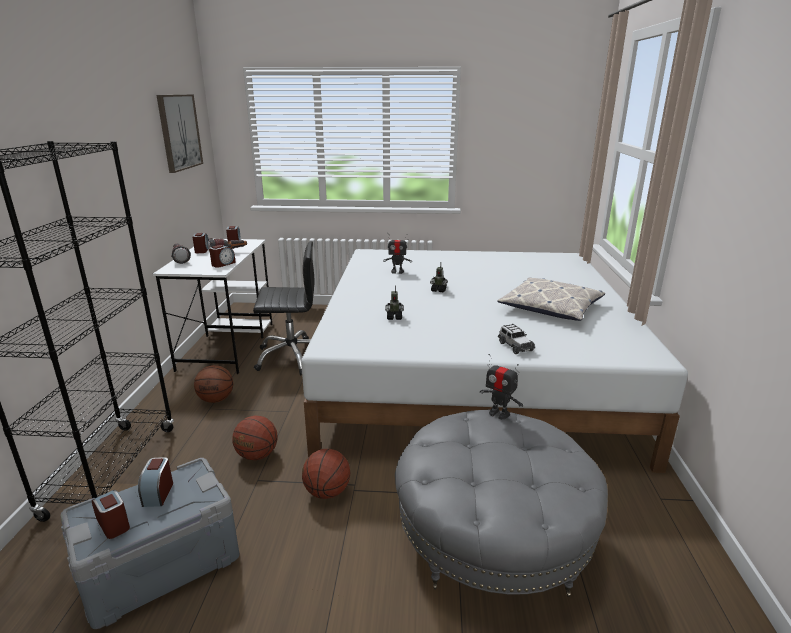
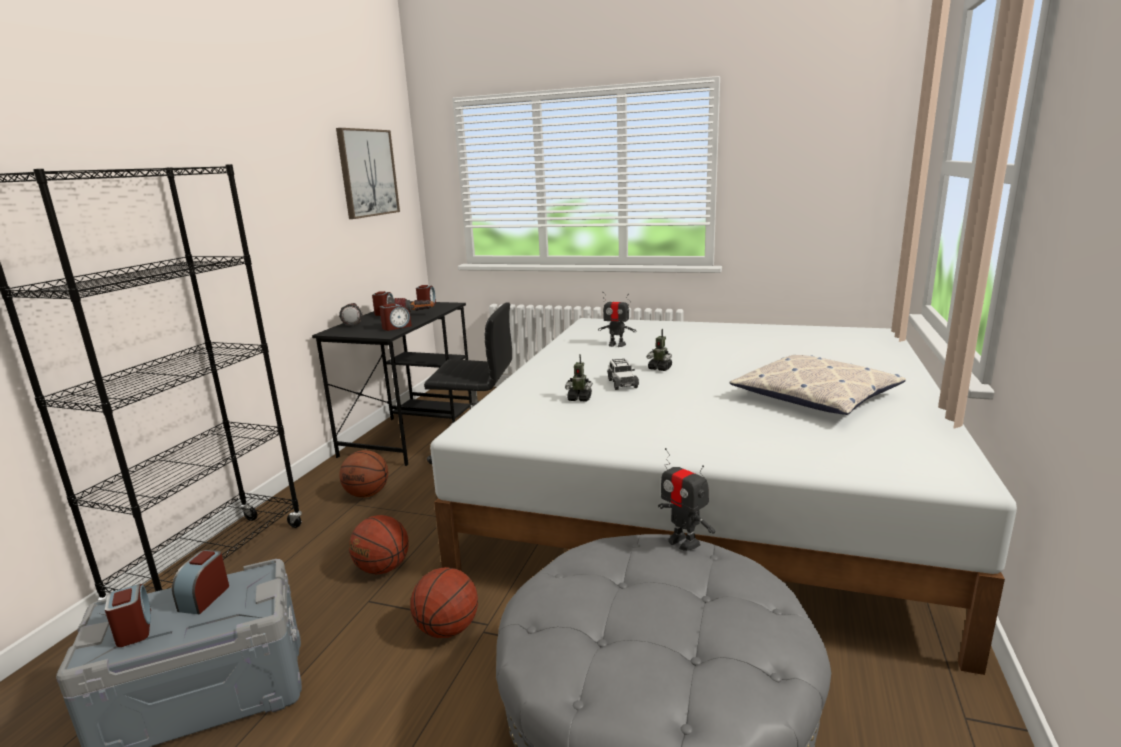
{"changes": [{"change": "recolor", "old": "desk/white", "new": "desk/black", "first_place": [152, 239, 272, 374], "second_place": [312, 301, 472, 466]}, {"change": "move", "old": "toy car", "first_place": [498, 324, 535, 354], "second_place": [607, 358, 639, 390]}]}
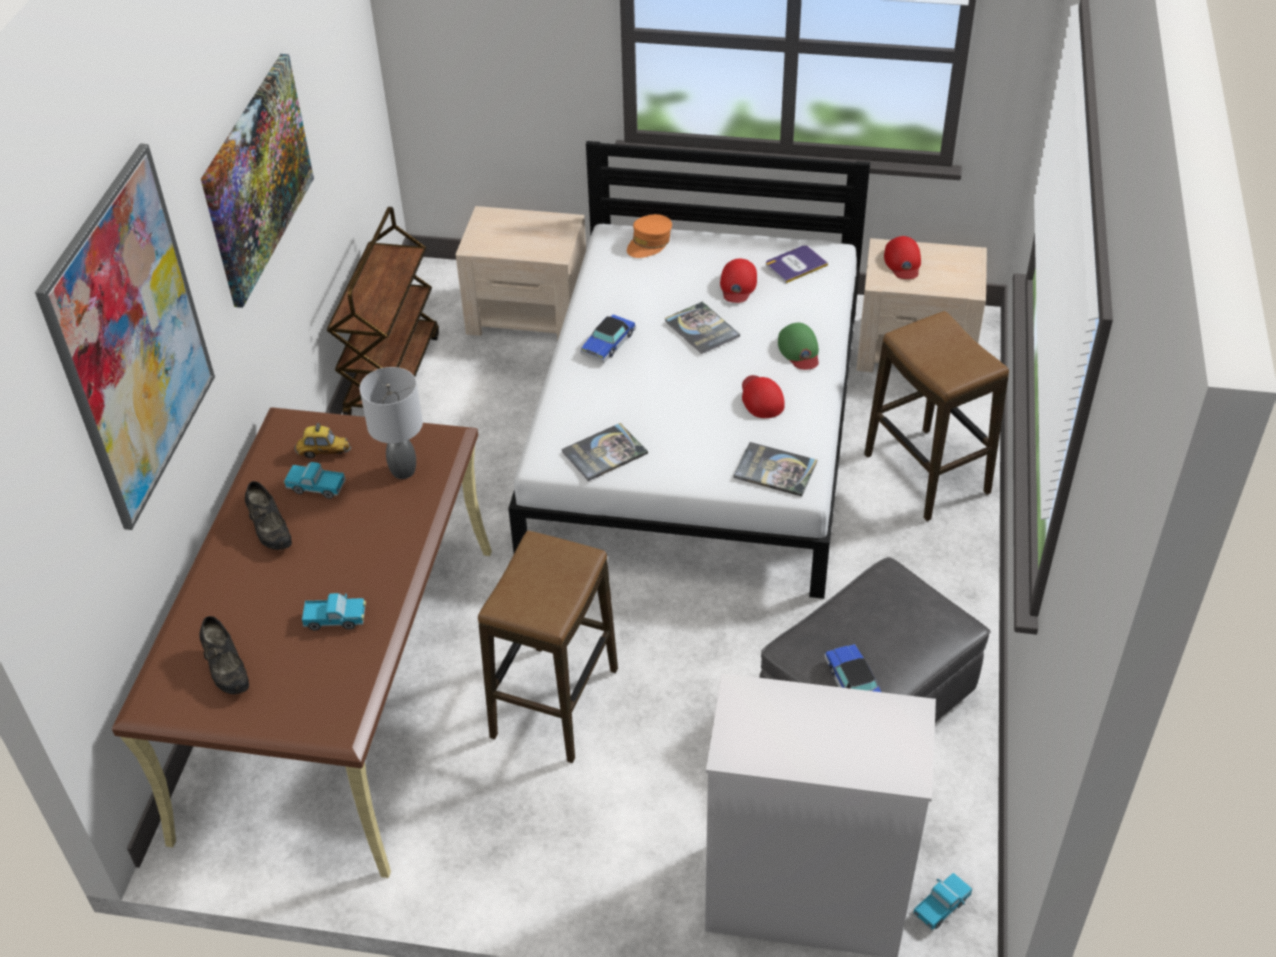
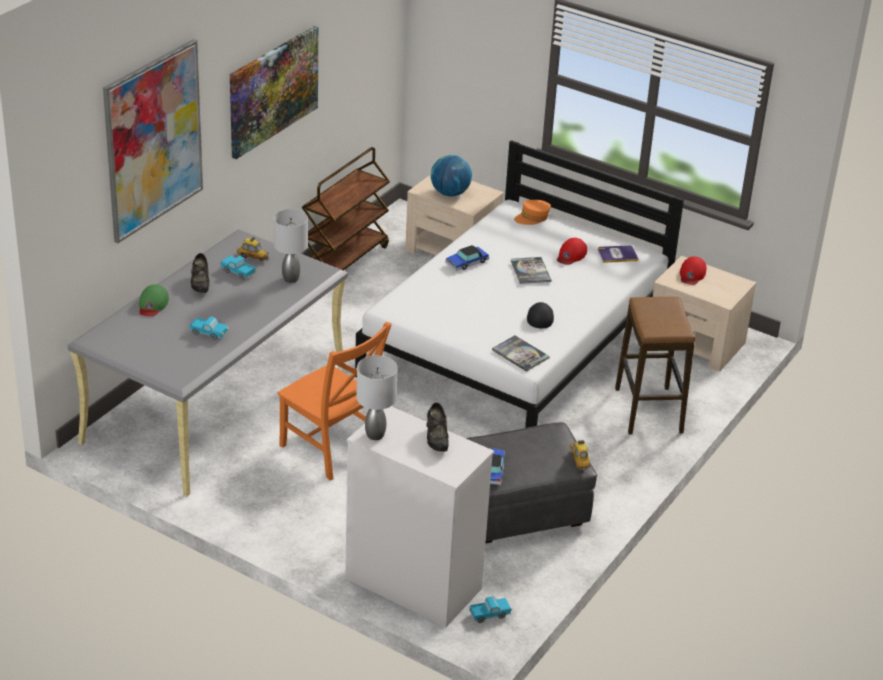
{"changes": [{"change": "move", "old": "cap/green", "first_place": [778, 323, 819, 370], "second_place": [139, 284, 169, 316]}, {"change": "recolor", "old": "cap/red", "new": "cap/black", "first_place": [742, 375, 785, 418], "second_place": [527, 302, 554, 328]}, {"change": "recolor", "old": "desk/brown", "new": "desk/grey", "first_place": [112, 407, 492, 878], "second_place": [68, 229, 348, 496]}, {"change": "delete", "old": "book", "first_place": [561, 423, 648, 481]}, {"change": "replace", "old": "stool", "new": "chair/orange", "first_place": [478, 531, 618, 763], "second_place": [278, 322, 392, 480]}, {"change": "move", "old": "shoe/black", "first_place": [199, 616, 249, 694], "second_place": [426, 403, 449, 452]}, {"change": "insert", "new": "globe", "second_place": [431, 155, 472, 196]}, {"change": "insert", "new": "table lamp/grey", "second_place": [356, 356, 398, 440]}, {"change": "insert", "new": "toy car", "second_place": [570, 440, 590, 471]}]}
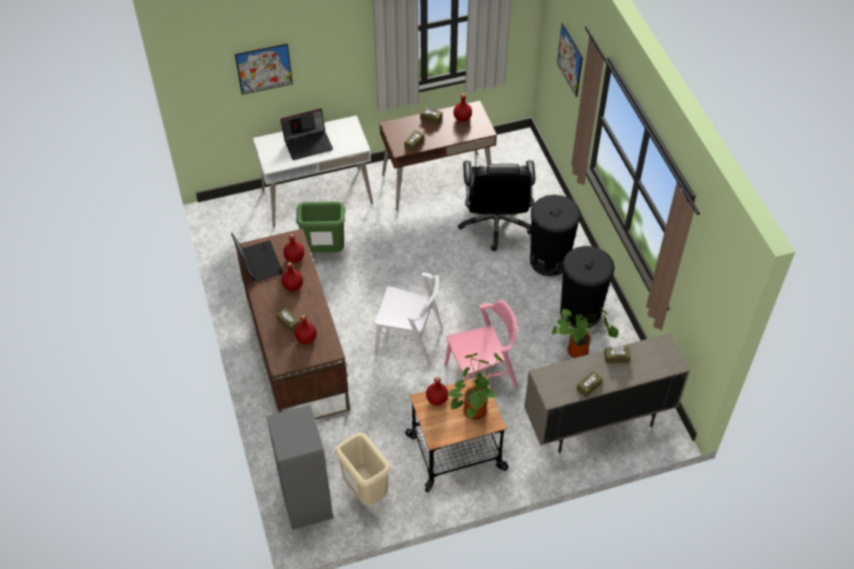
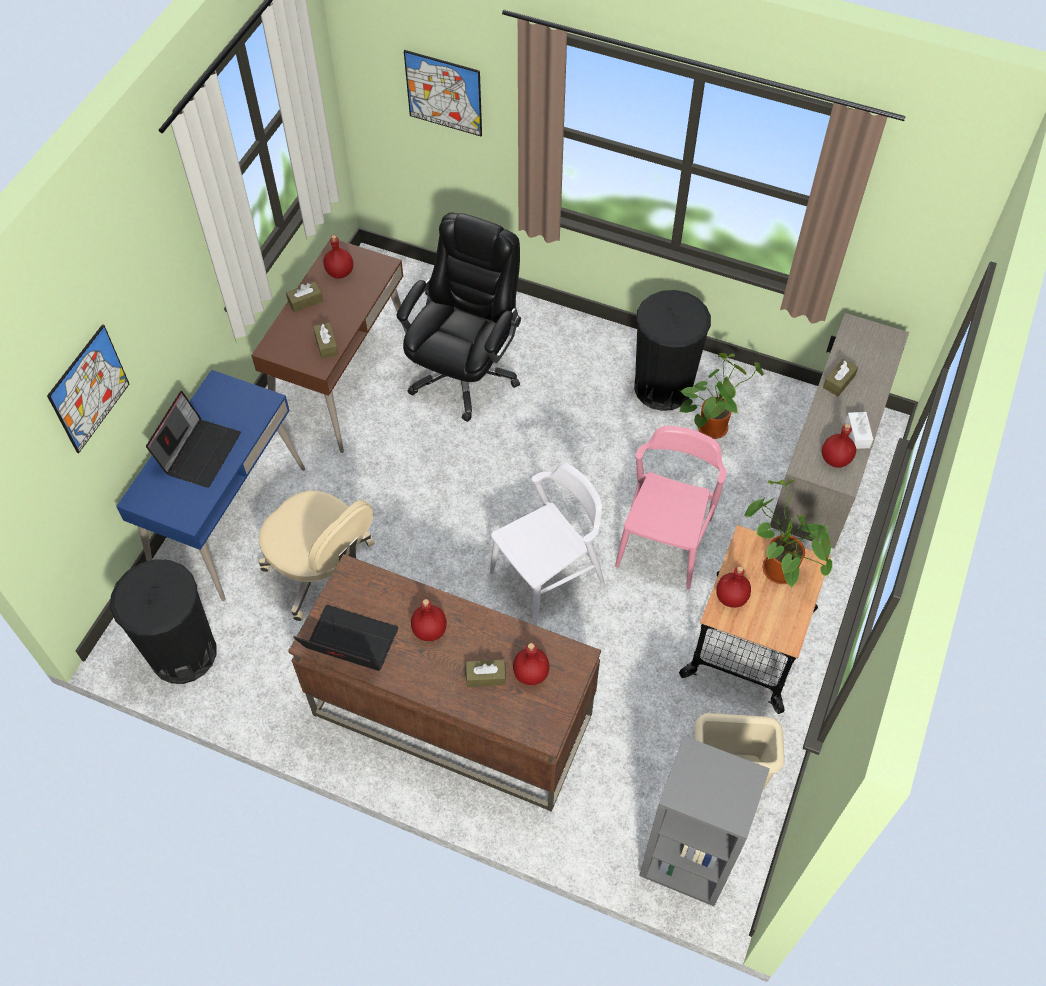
{"changes": [{"change": "recolor", "old": "desk/white", "new": "desk/blue", "first_place": [253, 115, 373, 227], "second_place": [116, 370, 305, 601]}, {"change": "rotate", "old": "office chair/black", "first_place": [458, 160, 535, 251], "second_place": [397, 212, 521, 422], "degrees": -105}, {"change": "move", "old": "trash can/black", "first_place": [530, 195, 581, 276], "second_place": [110, 559, 217, 684]}, {"change": "replace", "old": "trash can/green", "new": "office chair/beige", "first_place": [296, 201, 345, 253], "second_place": [259, 491, 375, 621]}, {"change": "move", "old": "bottle/red", "first_place": [284, 233, 304, 263], "second_place": [822, 424, 856, 468]}, {"change": "recolor", "old": "tissue box/brown", "new": "tissue box/white", "first_place": [576, 371, 603, 398], "second_place": [845, 412, 873, 449]}]}
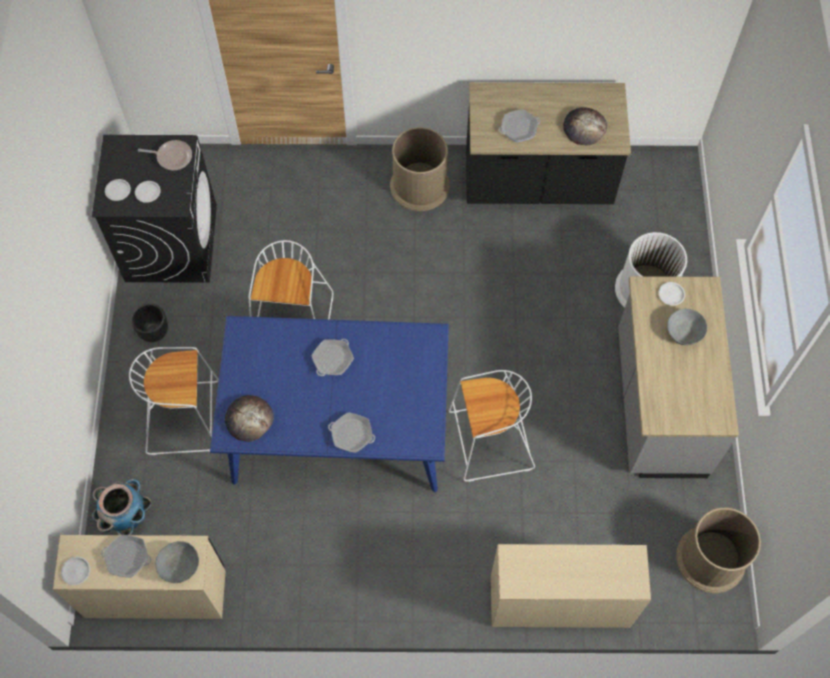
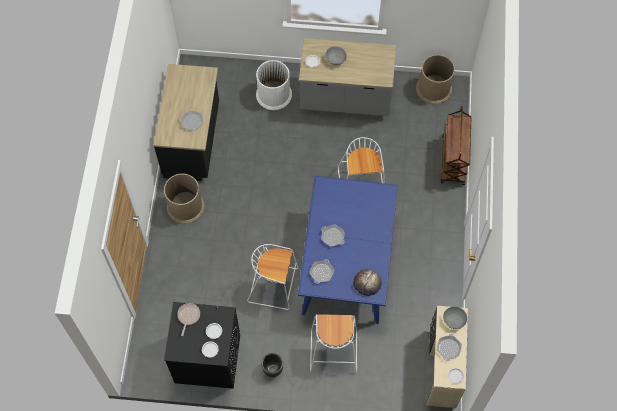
{"changes": [{"change": "delete", "old": "bread", "first_place": [563, 107, 607, 146]}, {"change": "move", "old": "frying pan", "first_place": [328, 412, 375, 453], "second_place": [309, 259, 334, 284]}, {"change": "delete", "old": "planter", "first_place": [92, 479, 151, 535]}, {"change": "replace", "old": "desk/beige", "new": "cart/brown", "first_place": [491, 544, 651, 628], "second_place": [441, 106, 471, 185]}]}
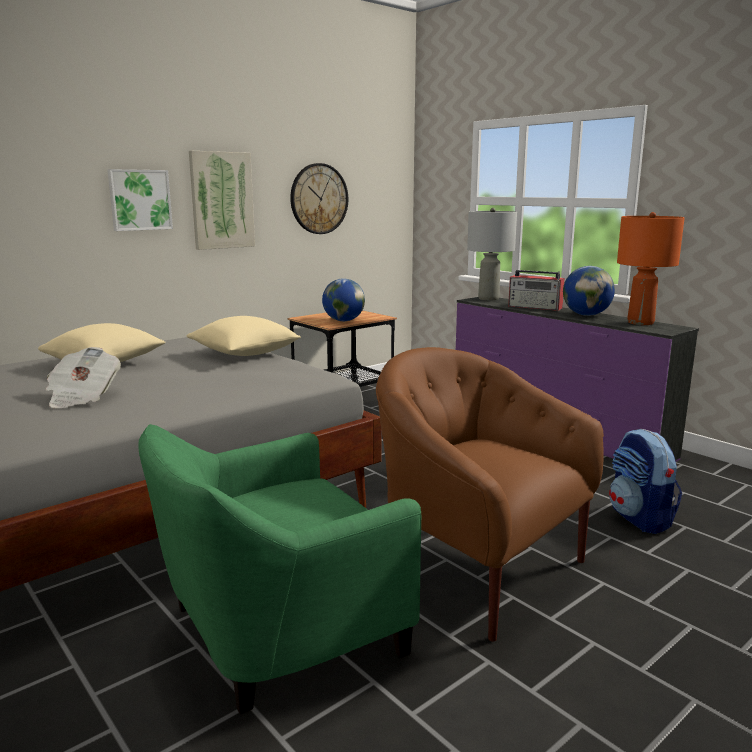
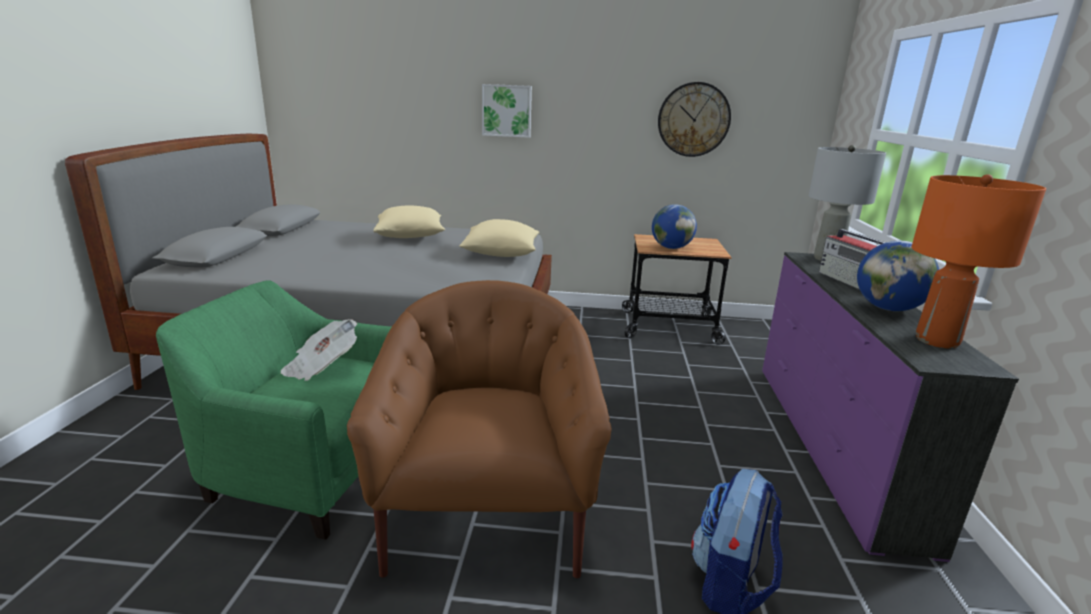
{"changes": [{"change": "delete", "old": "picture", "first_place": [189, 151, 255, 250]}, {"change": "move", "old": "newspaper", "first_place": [46, 347, 121, 408], "second_place": [281, 319, 357, 381]}]}
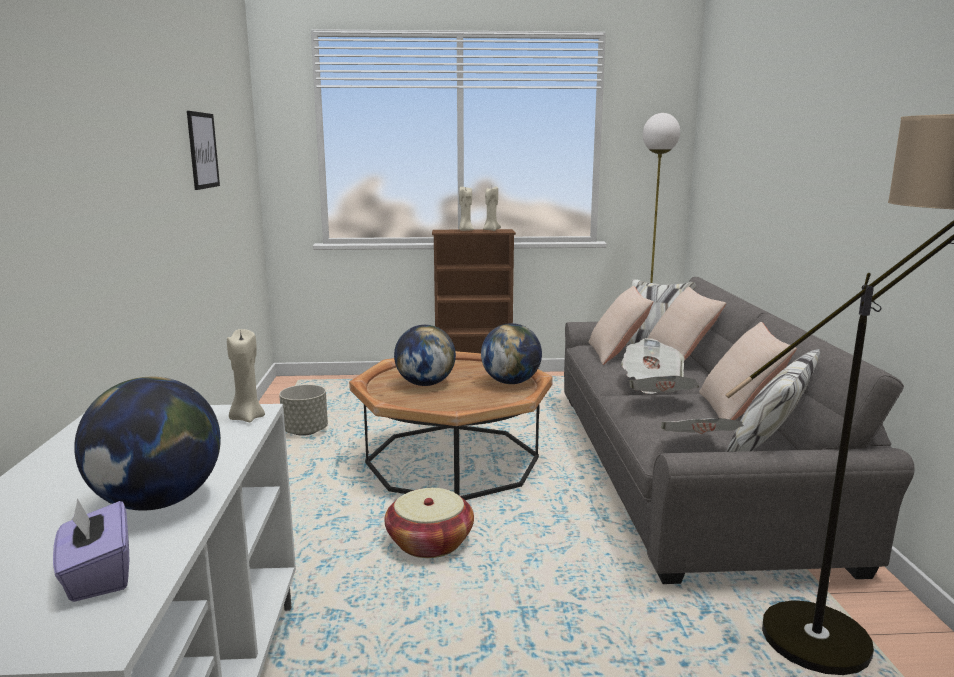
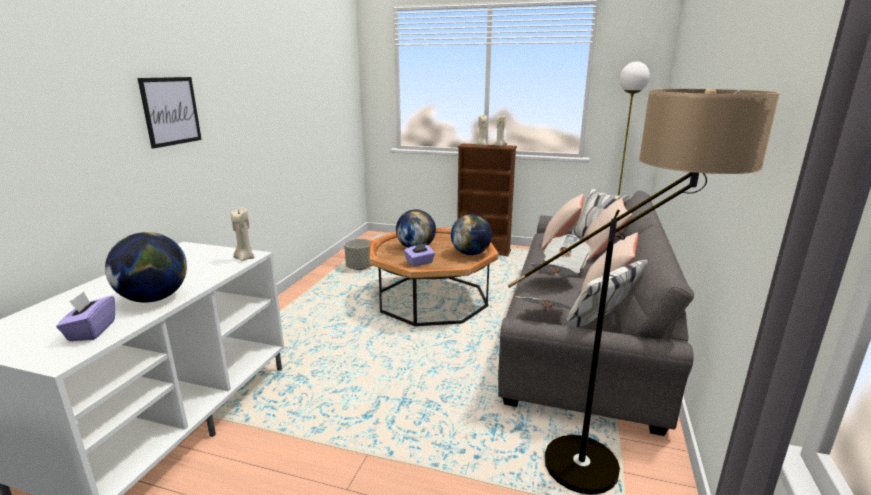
{"changes": [{"change": "move", "old": "picture", "first_place": [187, 111, 220, 190], "second_place": [137, 77, 202, 149]}, {"change": "delete", "old": "basket", "first_place": [385, 488, 474, 558]}, {"change": "insert", "new": "tissue box/purple", "second_place": [404, 243, 435, 267]}]}
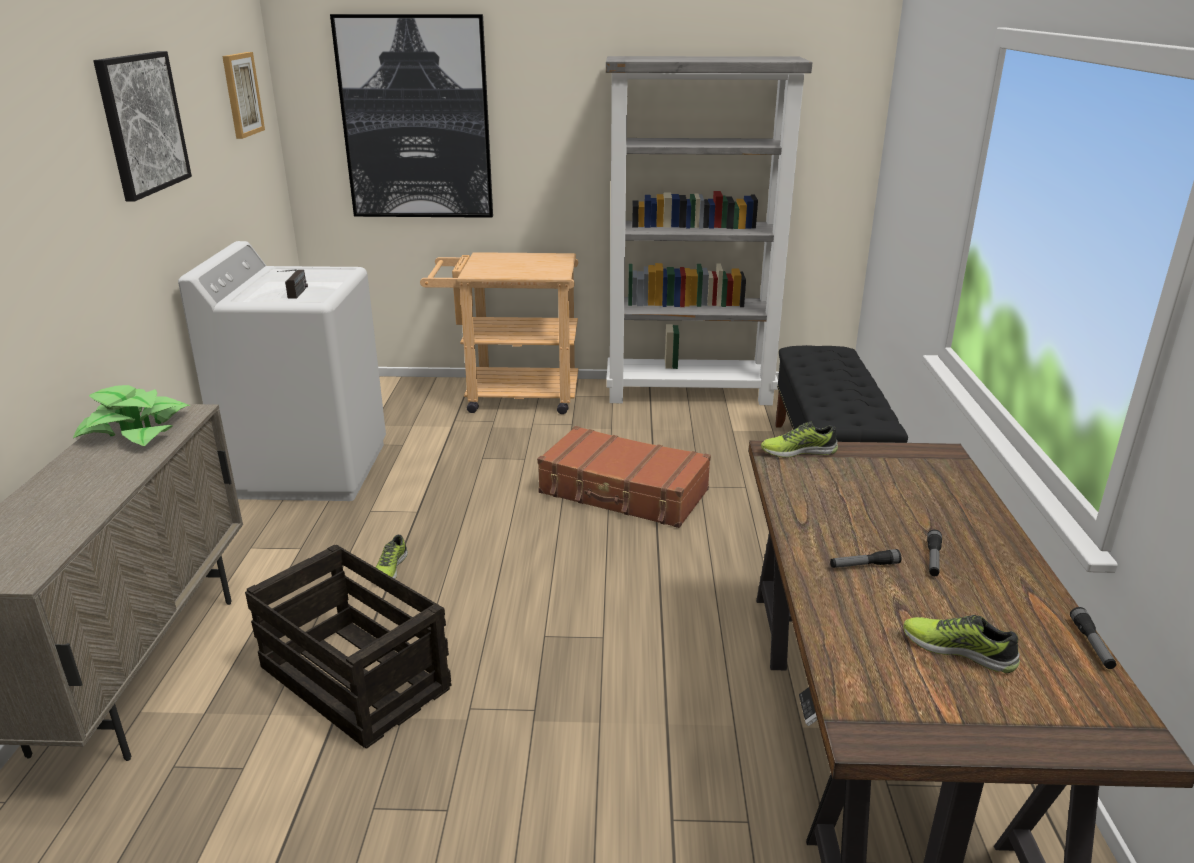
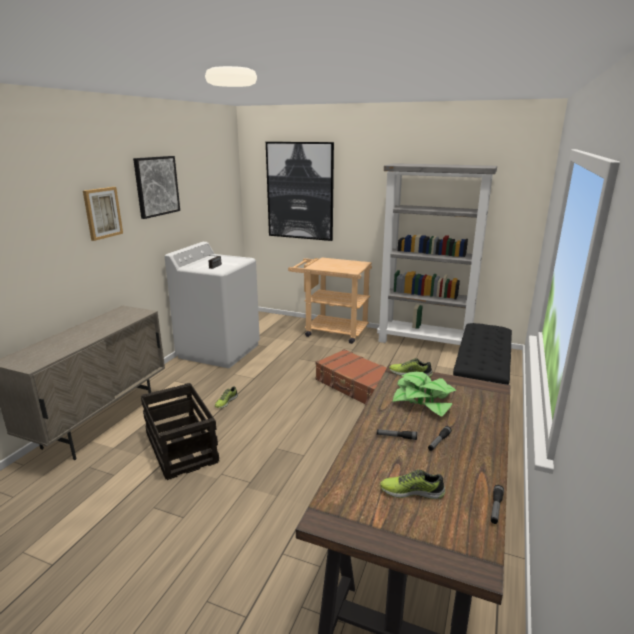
{"changes": [{"change": "move", "old": "picture", "first_place": [222, 52, 265, 139], "second_place": [83, 187, 123, 241]}, {"change": "move", "old": "potted plant", "first_place": [73, 385, 190, 446], "second_place": [392, 372, 457, 417]}, {"change": "rotate", "old": "shoe", "first_place": [903, 615, 1020, 673], "second_place": [380, 470, 445, 499], "degrees": -45}]}
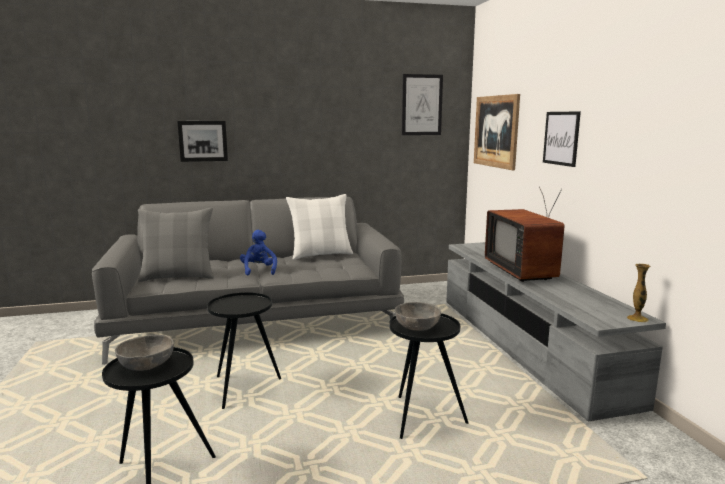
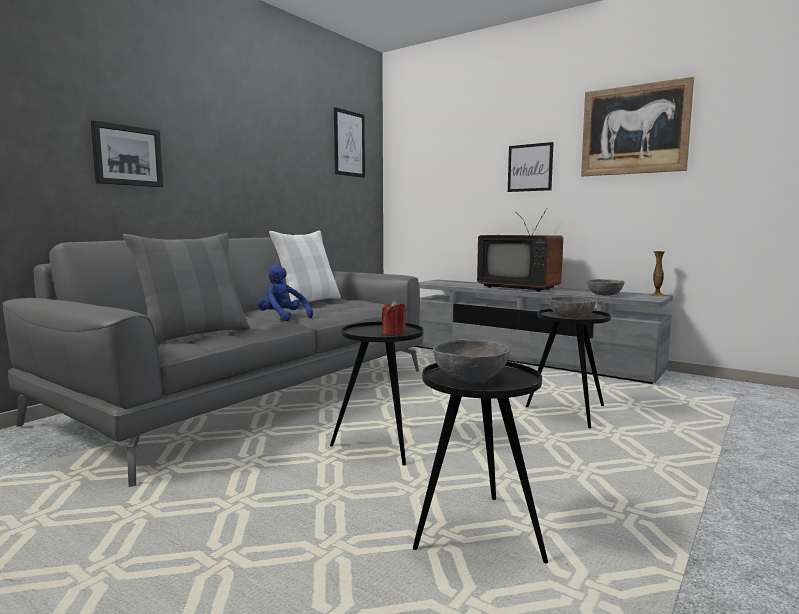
{"changes": [{"change": "move", "old": "picture", "first_place": [474, 94, 520, 170], "second_place": [581, 77, 694, 176]}, {"change": "insert", "new": "bowl/grey", "second_place": [587, 279, 624, 296]}, {"change": "insert", "new": "candle/red", "second_place": [382, 300, 406, 335]}]}
